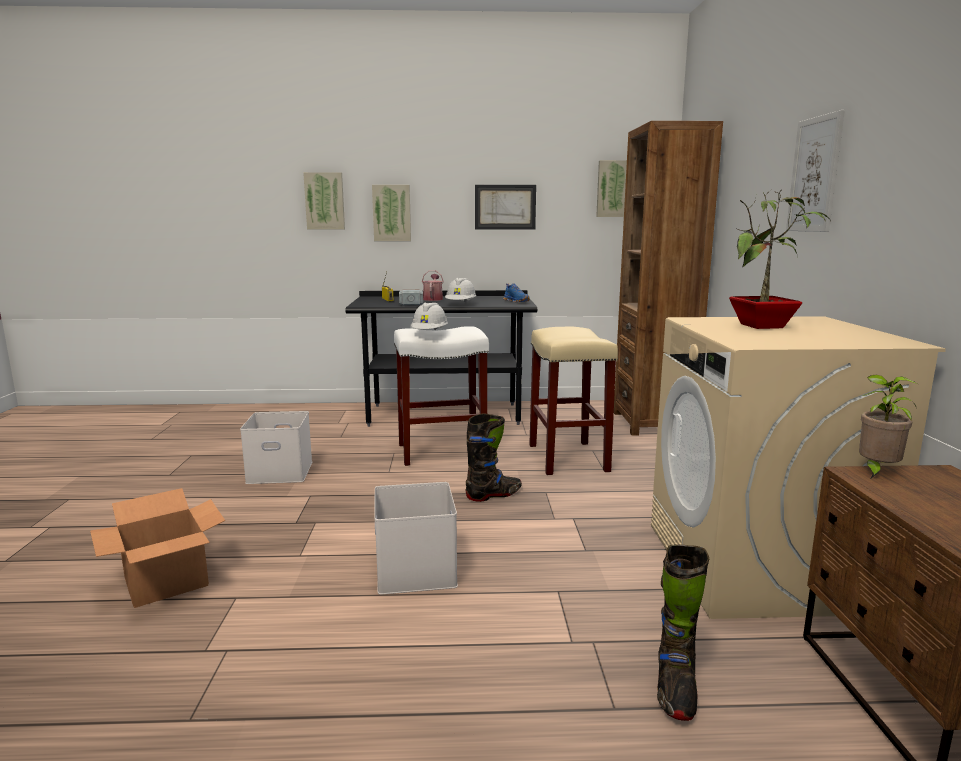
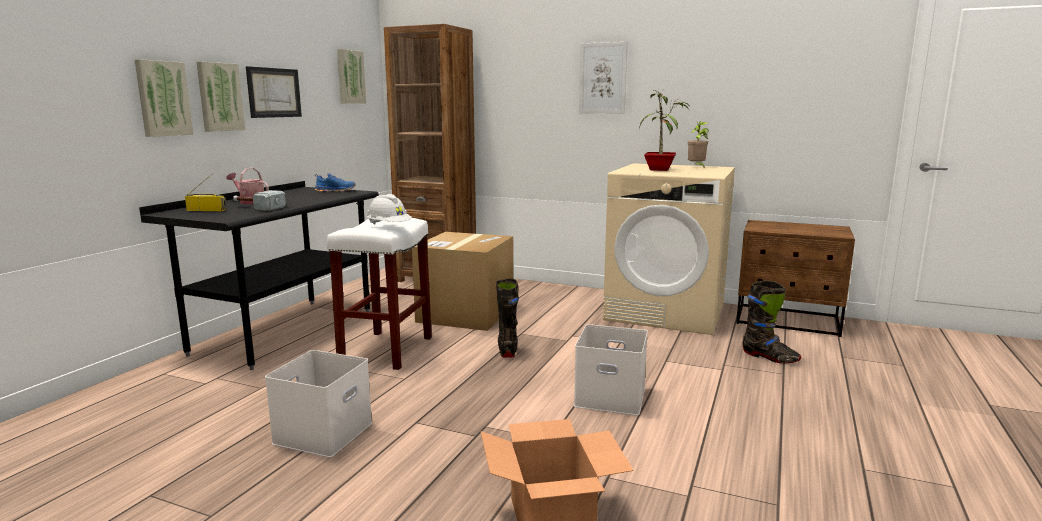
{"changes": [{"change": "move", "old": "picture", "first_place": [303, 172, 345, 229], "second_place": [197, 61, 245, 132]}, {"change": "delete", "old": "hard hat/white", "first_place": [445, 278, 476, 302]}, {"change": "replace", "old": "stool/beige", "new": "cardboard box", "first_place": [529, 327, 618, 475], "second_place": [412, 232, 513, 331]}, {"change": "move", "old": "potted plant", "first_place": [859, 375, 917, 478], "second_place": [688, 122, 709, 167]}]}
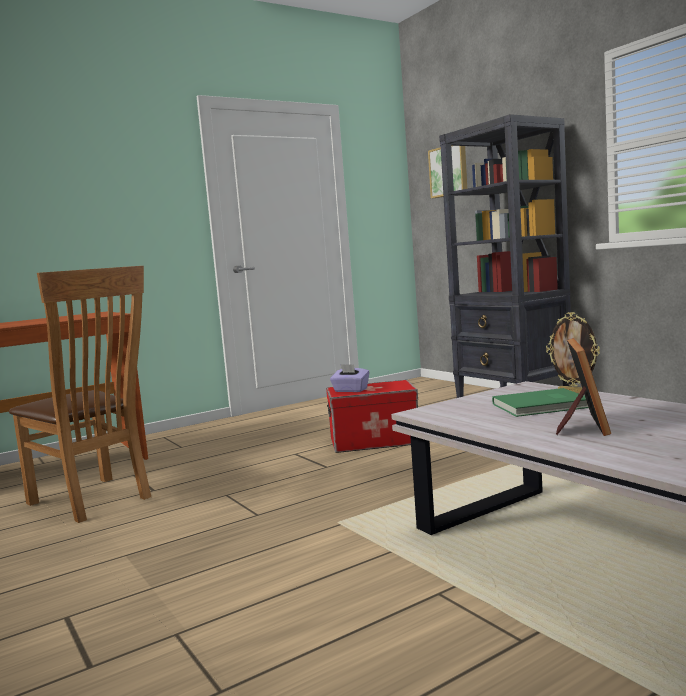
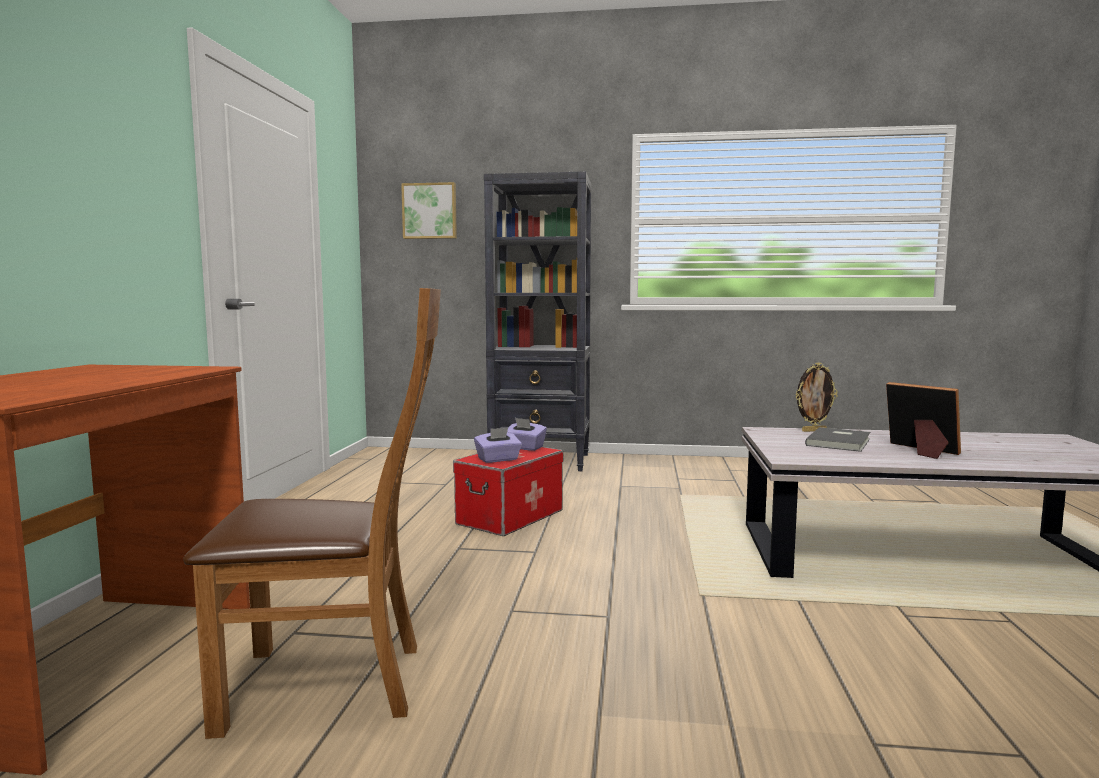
{"changes": [{"change": "recolor", "old": "book/green", "new": "book/grey", "first_place": [492, 388, 589, 417], "second_place": [805, 427, 870, 452]}, {"change": "insert", "new": "tissue box/purple", "second_place": [507, 418, 547, 451]}]}
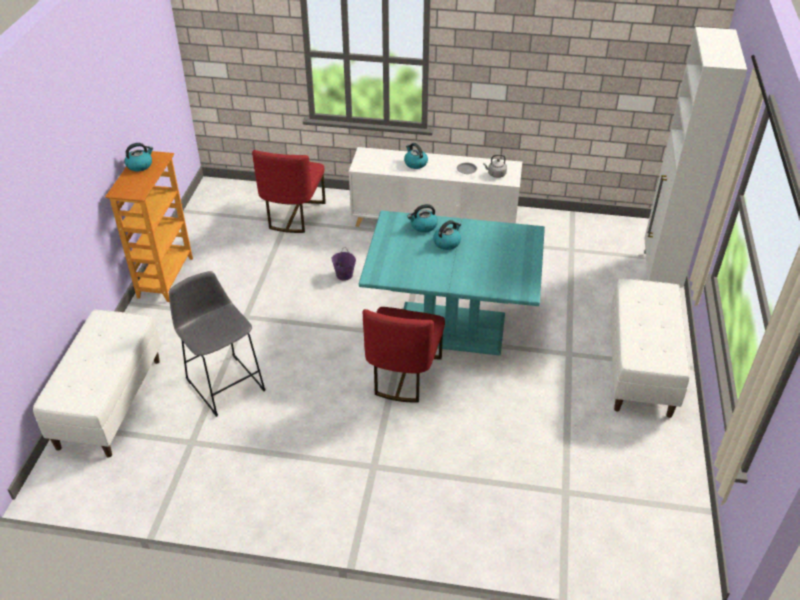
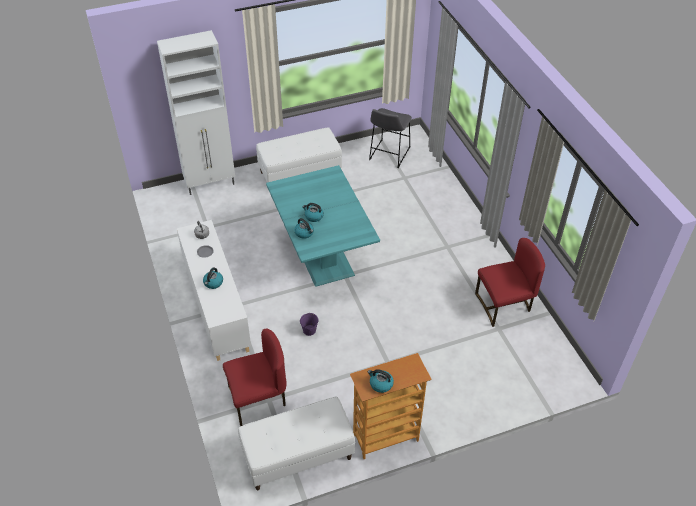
{"changes": [{"change": "move", "old": "stool/grey", "first_place": [169, 271, 266, 417], "second_place": [369, 108, 412, 168]}, {"change": "move", "old": "chair/red", "first_place": [362, 307, 445, 403], "second_place": [475, 238, 545, 327]}, {"change": "move", "old": "bench/white", "first_place": [33, 310, 161, 458], "second_place": [238, 397, 355, 490]}]}
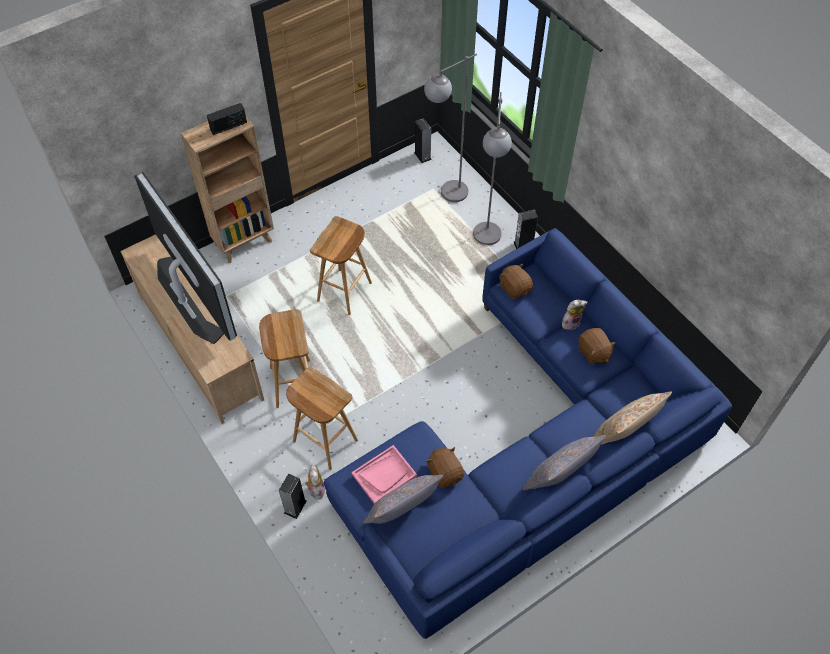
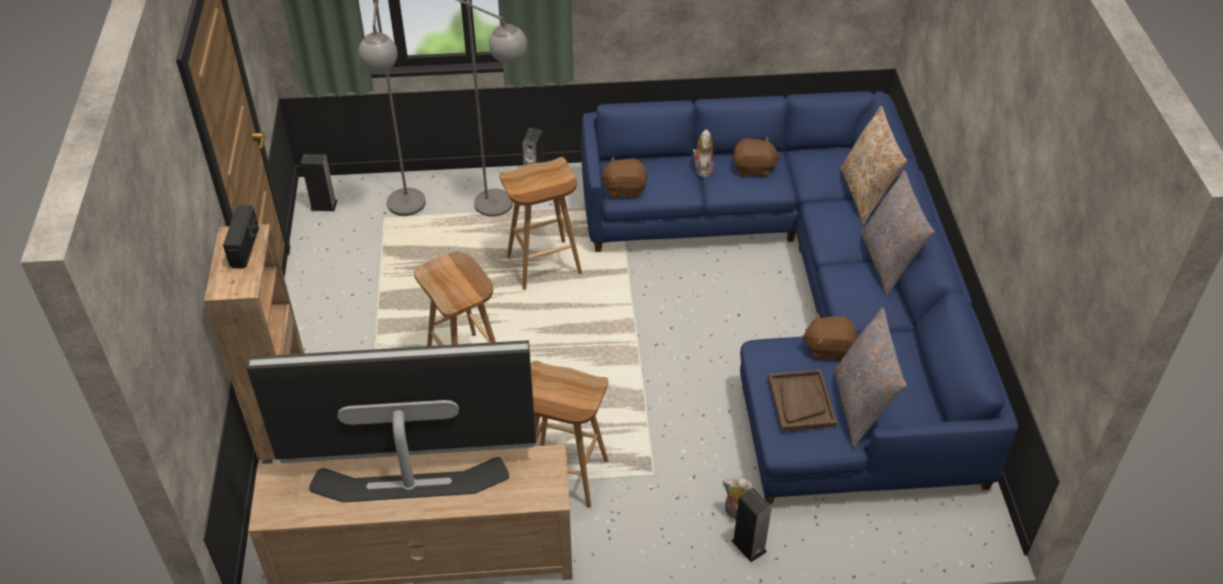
{"changes": [{"change": "move", "old": "stool/brown", "first_place": [286, 366, 358, 470], "second_place": [499, 157, 582, 290]}, {"change": "recolor", "old": "tray/pink", "new": "tray/brown", "first_place": [352, 445, 417, 504], "second_place": [768, 369, 837, 432]}]}
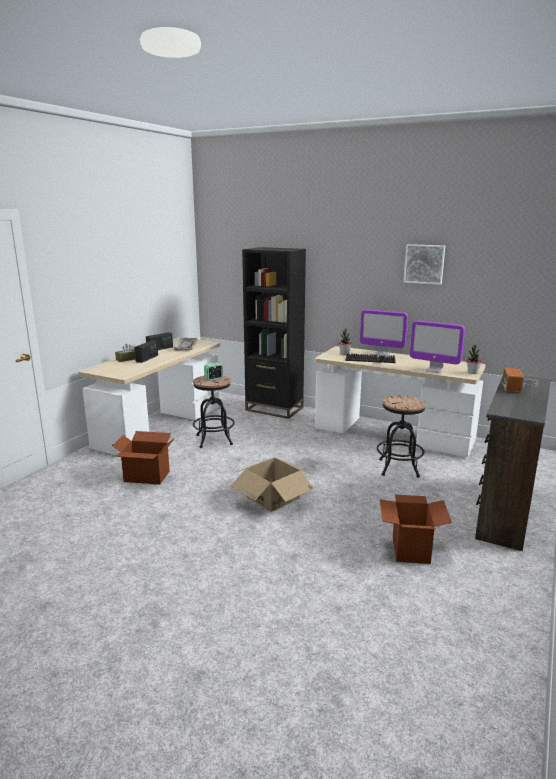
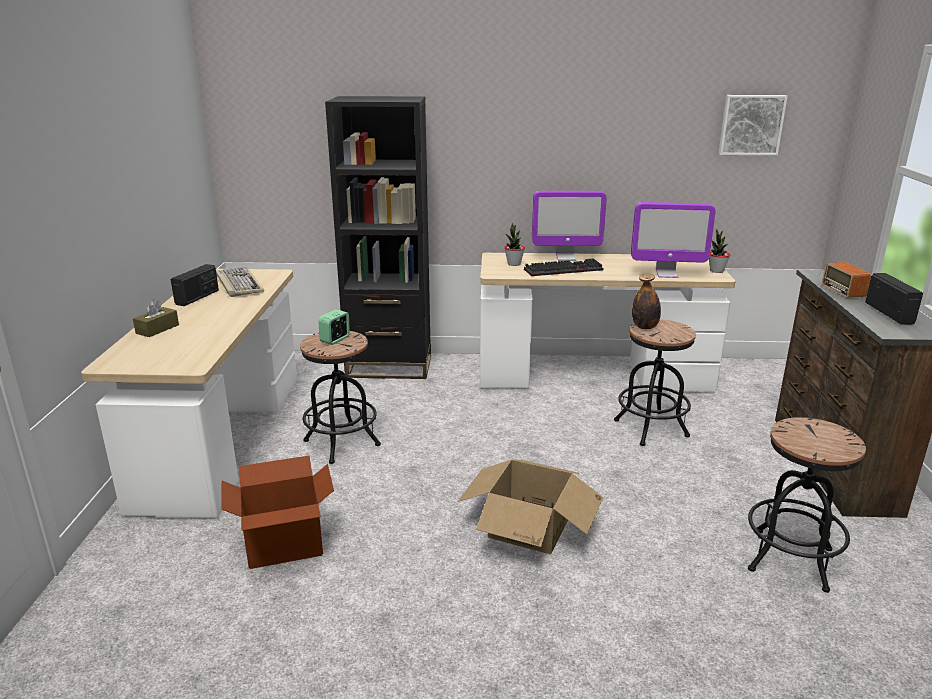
{"changes": [{"change": "move", "old": "picture", "first_place": [404, 244, 445, 285], "second_place": [719, 95, 788, 155]}, {"change": "move", "old": "radio", "first_place": [134, 340, 158, 363], "second_place": [865, 273, 923, 325]}, {"change": "replace", "old": "cardboard box", "new": "stool/black", "first_place": [380, 495, 452, 564], "second_place": [748, 417, 866, 593]}, {"change": "insert", "new": "bottle", "second_place": [632, 274, 661, 329]}]}
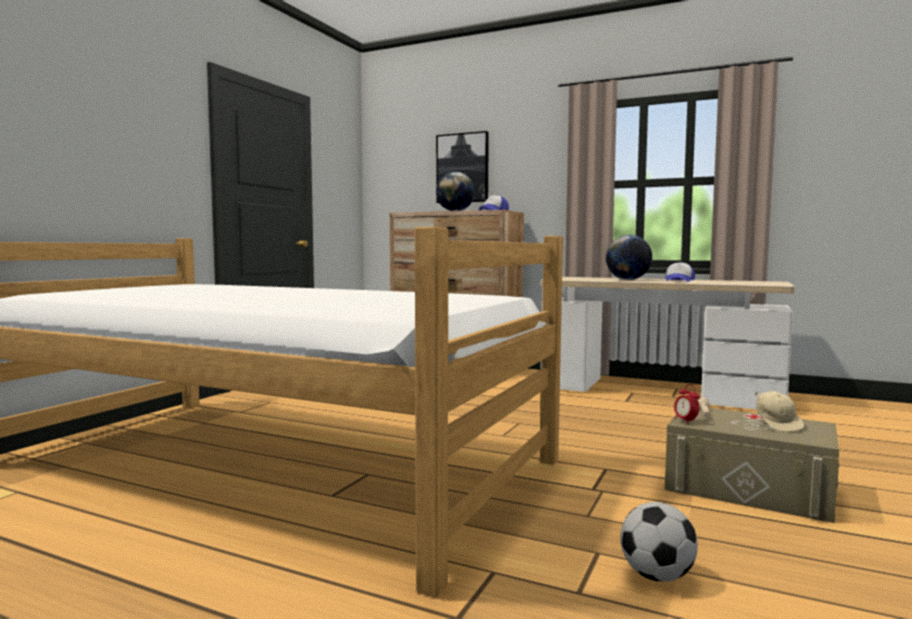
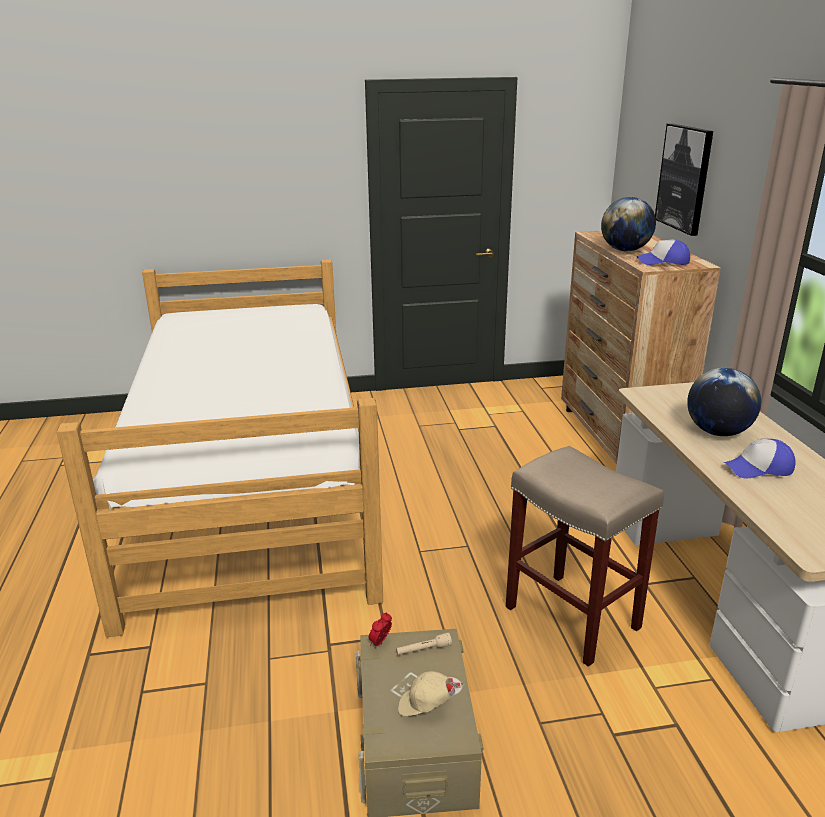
{"changes": [{"change": "rotate", "old": "cap/beige", "first_place": [755, 391, 805, 432], "second_place": [398, 671, 465, 716], "degrees": 45}, {"change": "delete", "old": "football", "first_place": [621, 502, 698, 582]}, {"change": "insert", "new": "stool/beige", "second_place": [506, 446, 664, 667]}]}
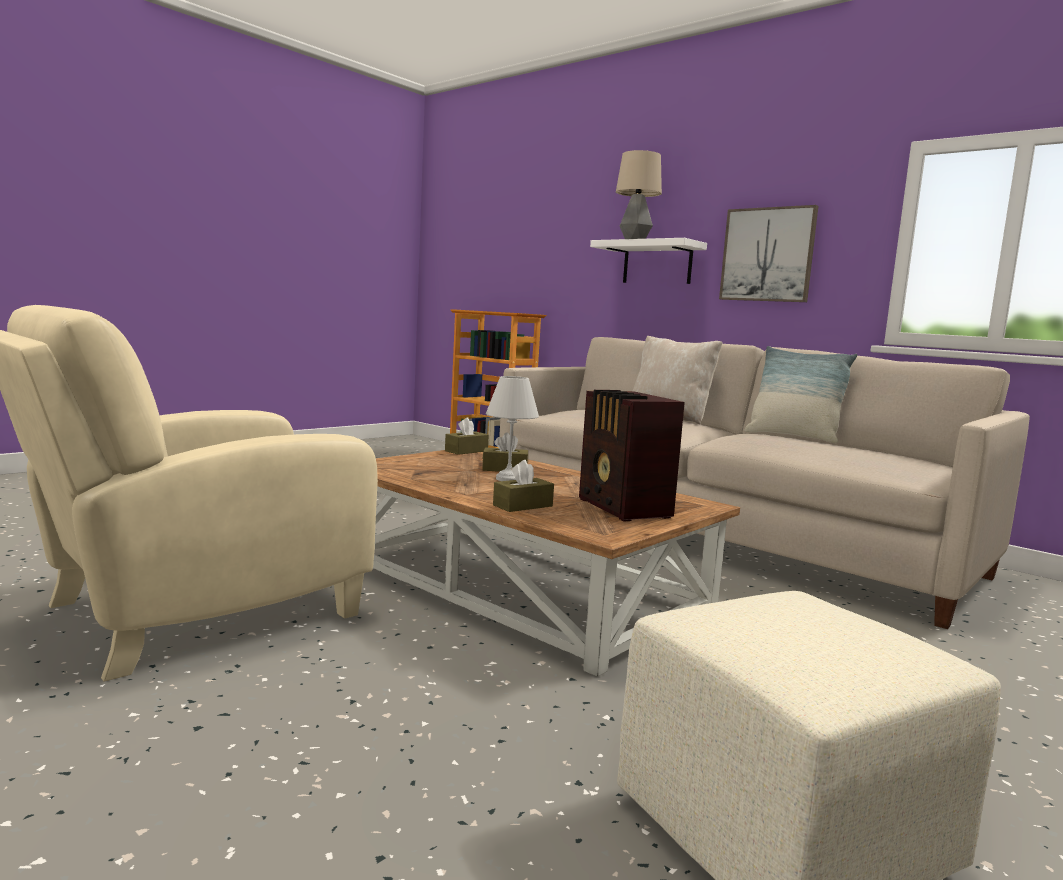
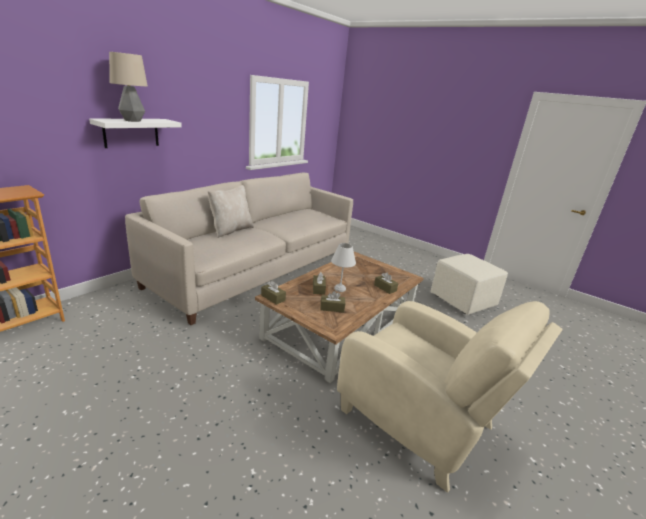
{"changes": [{"change": "delete", "old": "picture", "first_place": [719, 205, 818, 302]}, {"change": "delete", "old": "pillow", "first_place": [744, 346, 857, 443]}, {"change": "delete", "old": "radio", "first_place": [579, 390, 685, 522]}, {"change": "insert", "new": "tissue box/brown", "second_place": [320, 291, 345, 313]}]}
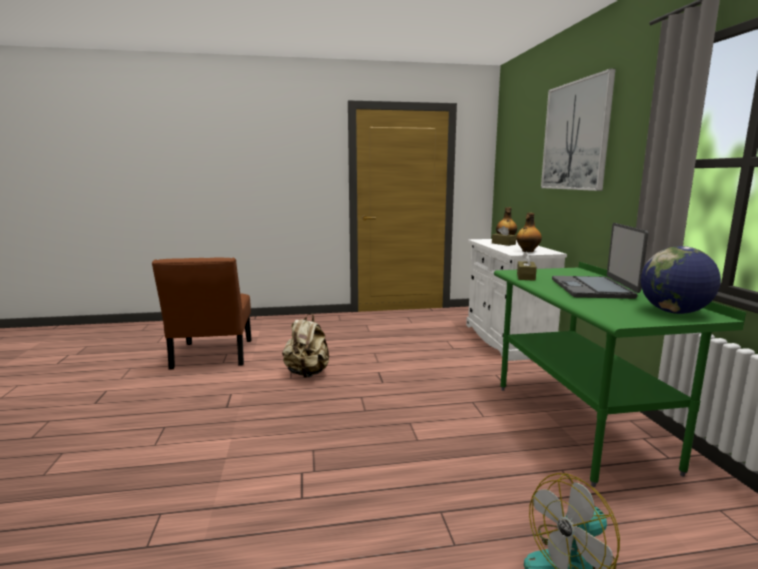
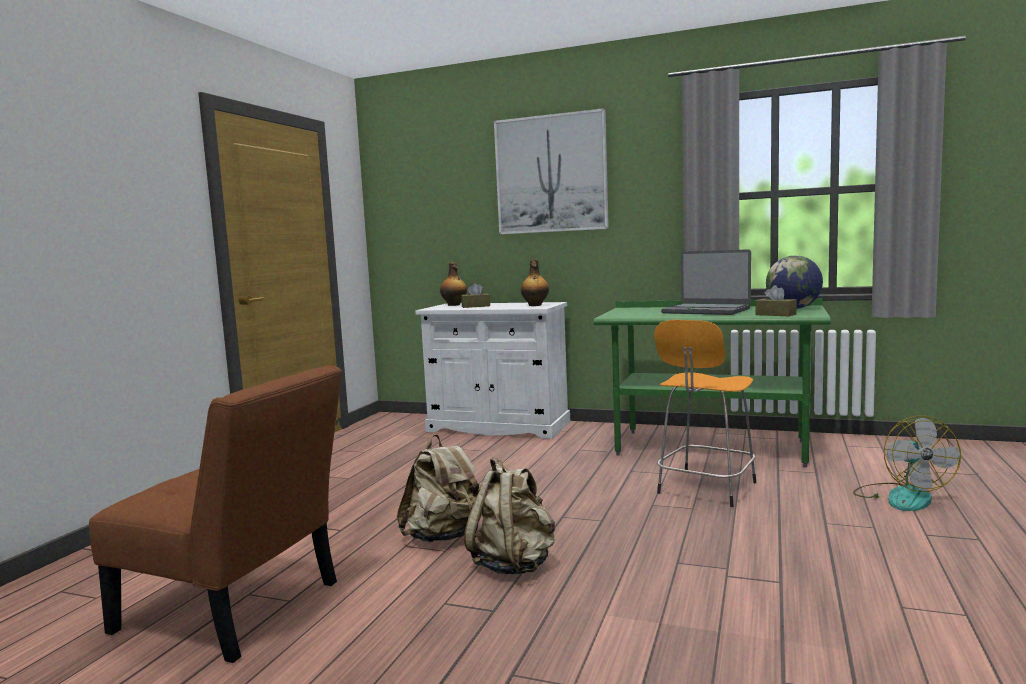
{"changes": [{"change": "move", "old": "tissue box/brown", "first_place": [517, 251, 537, 281], "second_place": [755, 285, 797, 316]}, {"change": "insert", "new": "stool/orange", "second_place": [654, 320, 756, 507]}, {"change": "insert", "new": "backpack/beige", "second_place": [464, 457, 555, 575]}]}
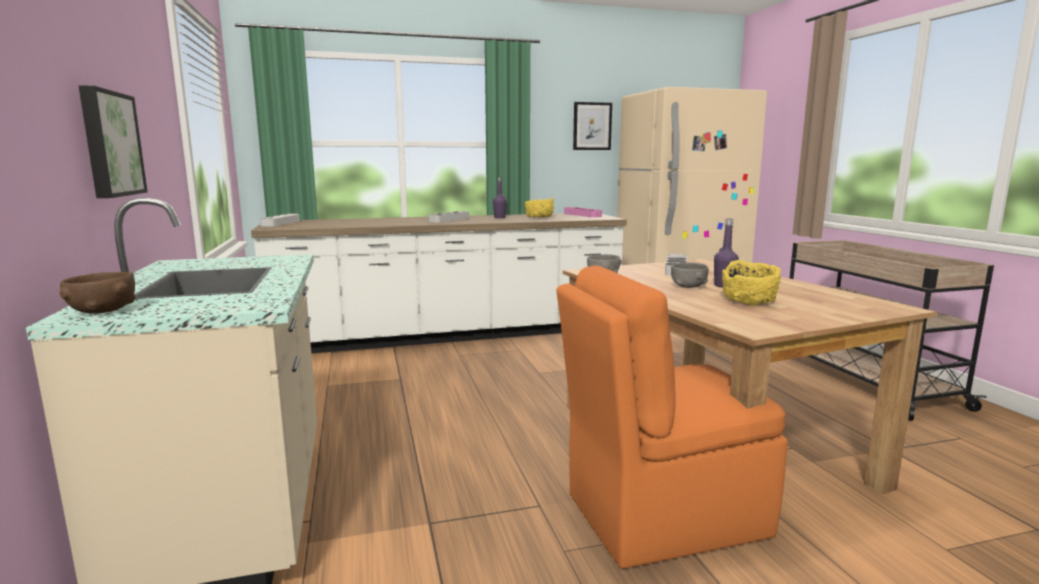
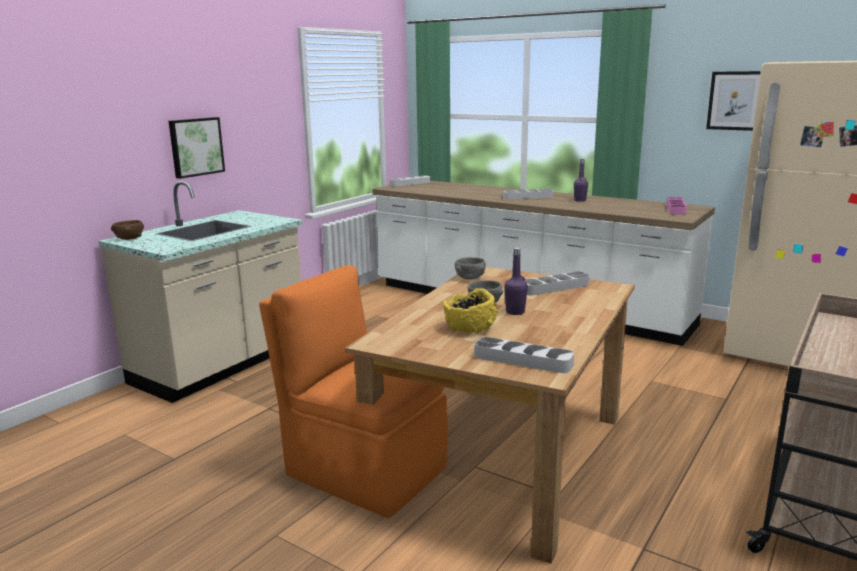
{"changes": [{"change": "delete", "old": "bowl/yellow", "first_place": [525, 198, 554, 218]}, {"change": "insert", "new": "tray/grey", "second_place": [474, 337, 574, 373]}]}
